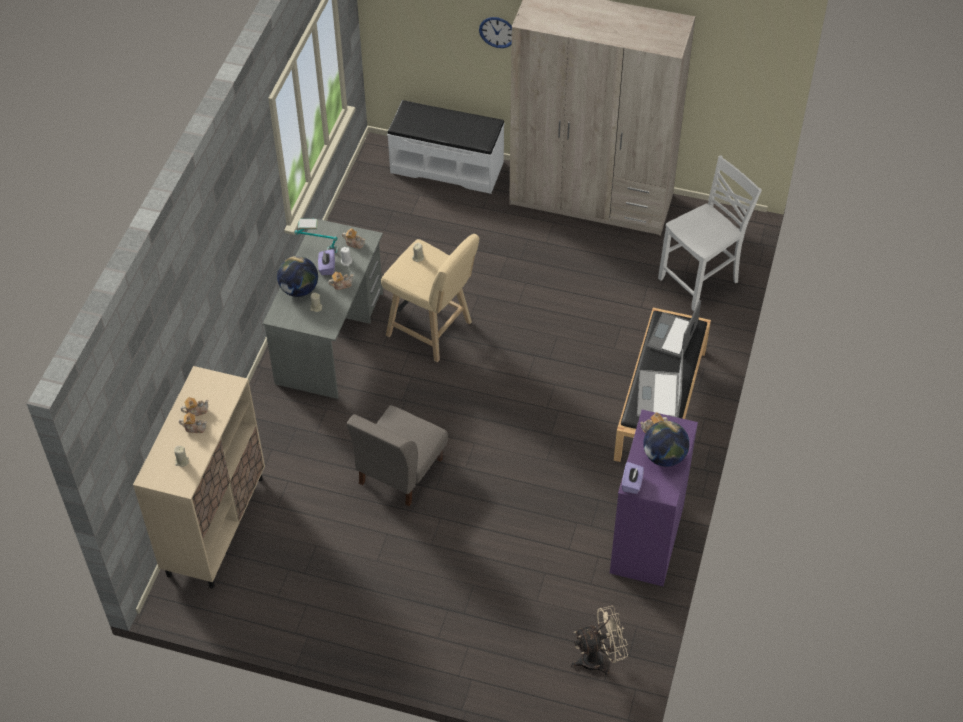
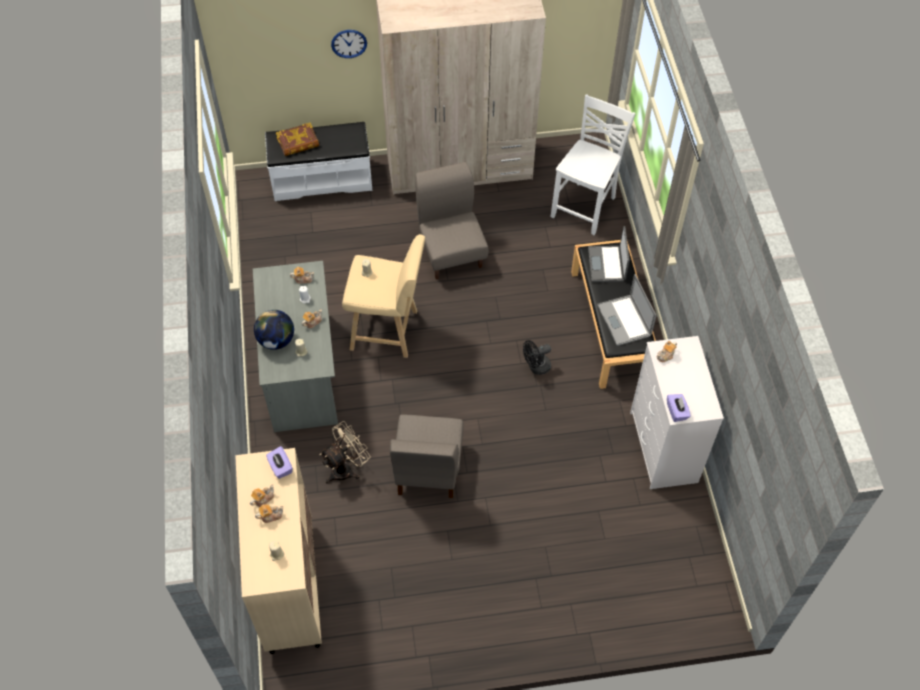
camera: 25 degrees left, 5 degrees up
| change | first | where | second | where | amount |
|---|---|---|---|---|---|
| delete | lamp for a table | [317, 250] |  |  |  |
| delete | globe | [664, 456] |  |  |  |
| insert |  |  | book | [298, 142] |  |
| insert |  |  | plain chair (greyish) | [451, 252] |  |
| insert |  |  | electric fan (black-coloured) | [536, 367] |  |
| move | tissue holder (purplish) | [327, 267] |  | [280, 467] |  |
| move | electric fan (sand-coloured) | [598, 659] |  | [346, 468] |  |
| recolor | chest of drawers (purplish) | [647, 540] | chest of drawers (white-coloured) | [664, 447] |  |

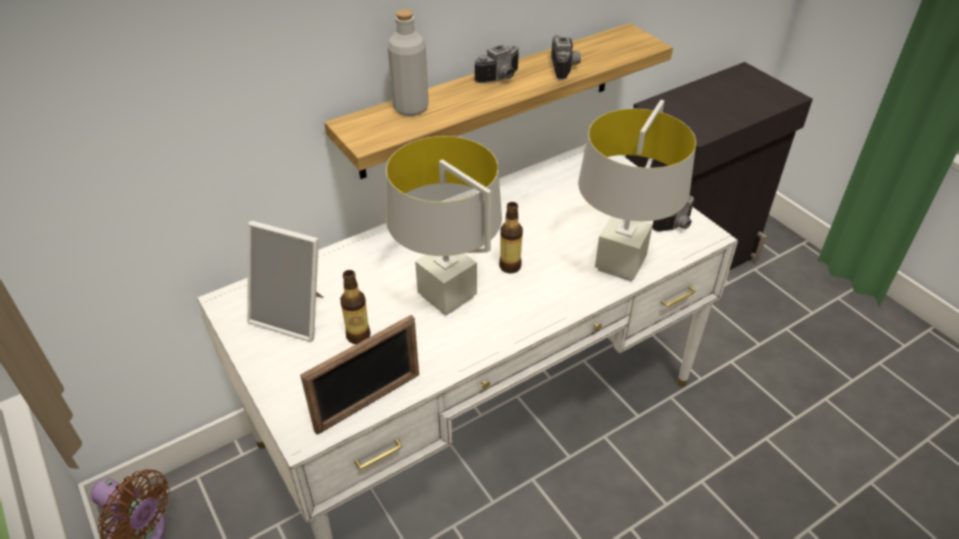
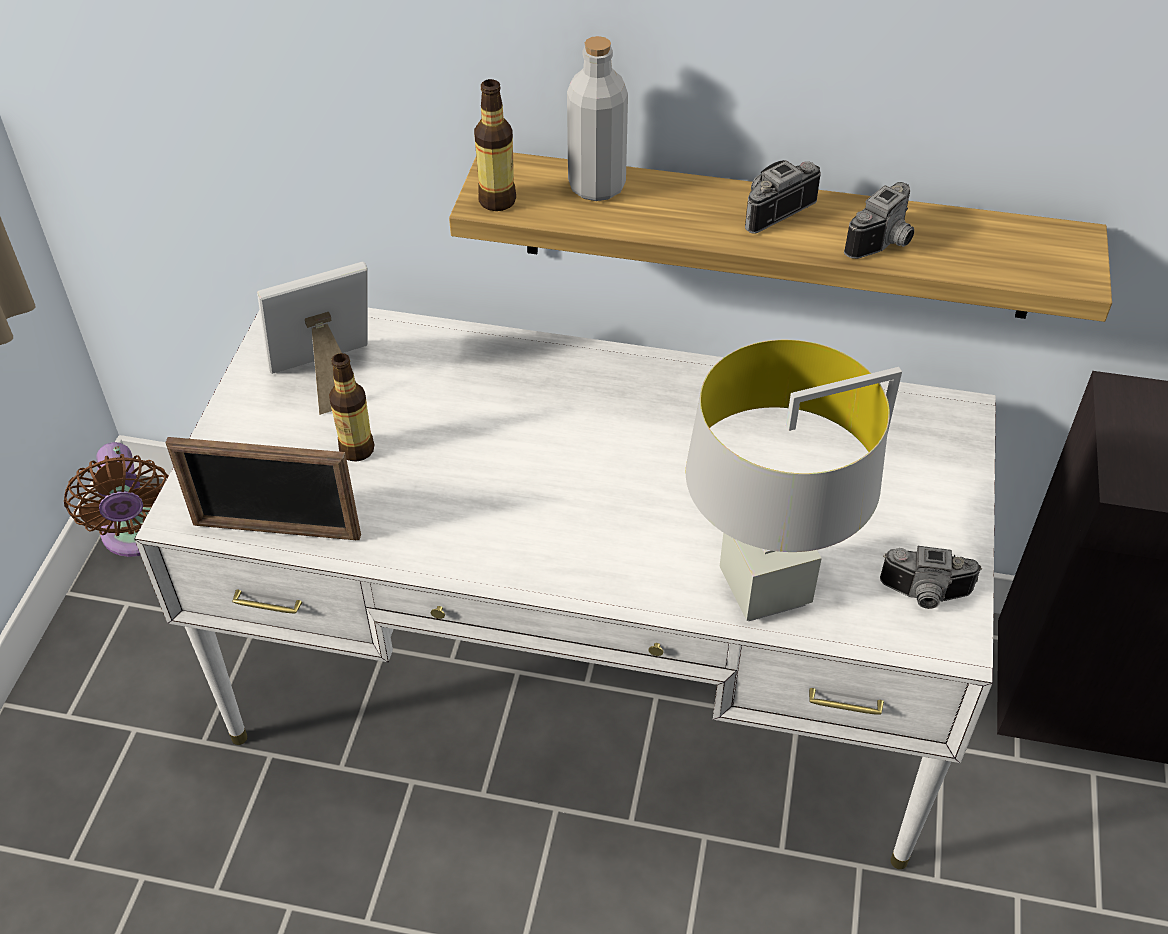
camera: 45 degrees right, 5 degrees up
| change | first | where | second | where | amount |
|---|---|---|---|---|---|
| delete | lamp for a table (greyish) | [447, 297] |  |  |  |
| move | bottle | [510, 266] |  | [497, 200] |  |
| rotate | picture frame | [294, 315] |  | [327, 379] | 90 degrees clockwise |
| rotate | still camera | [501, 78] |  | [771, 208] | 135 degrees clockwise |

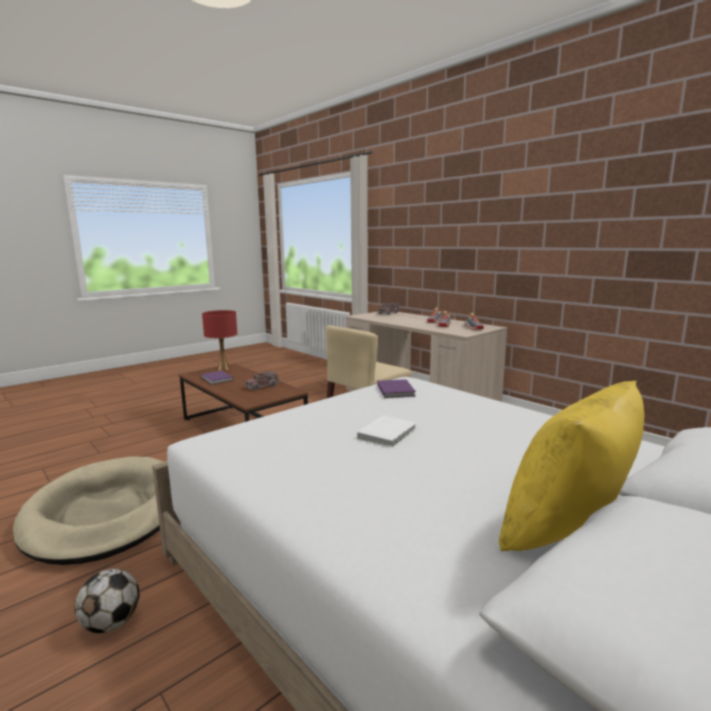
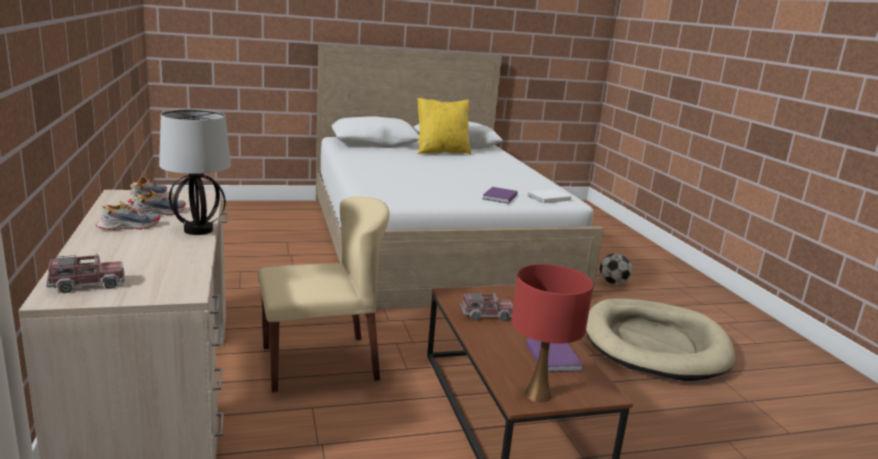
camera: 155 degrees left, 5 degrees up
| change | first | where | second | where | amount |
|---|---|---|---|---|---|
| insert |  |  | lamp for a table | [197, 230] |  |
| move | book (white-coloured) | [389, 433] |  | [547, 198] |  |
| move | book (purplish) | [396, 390] |  | [499, 197] |  |

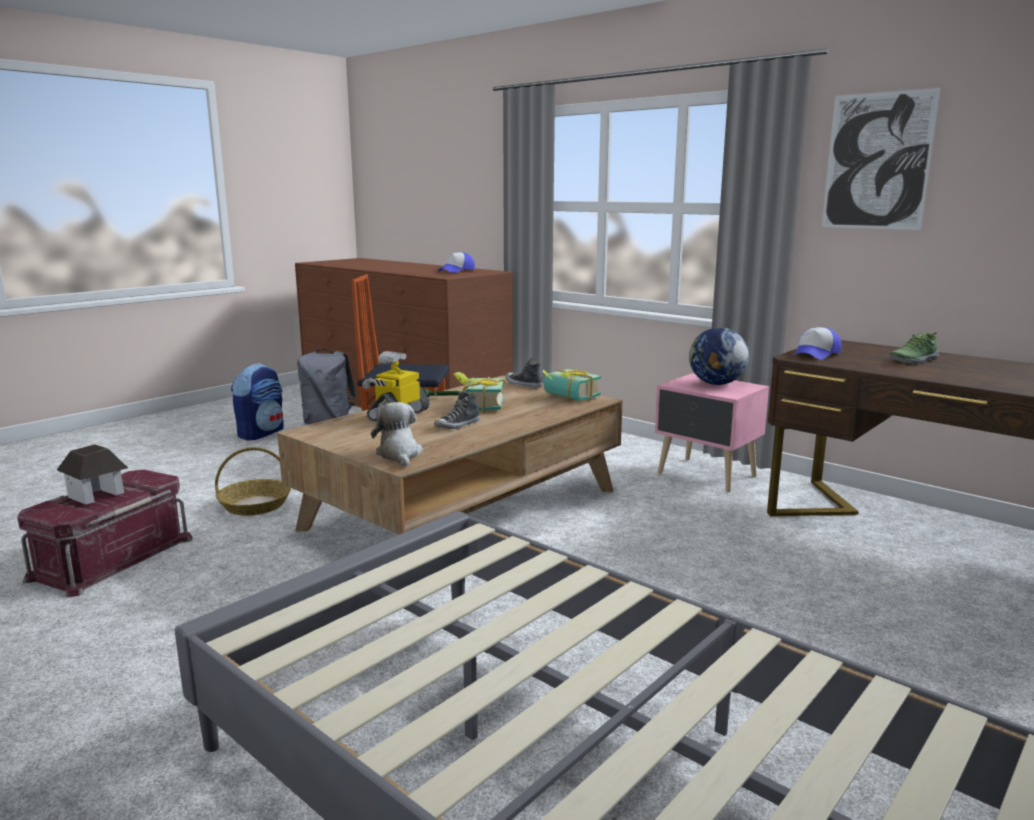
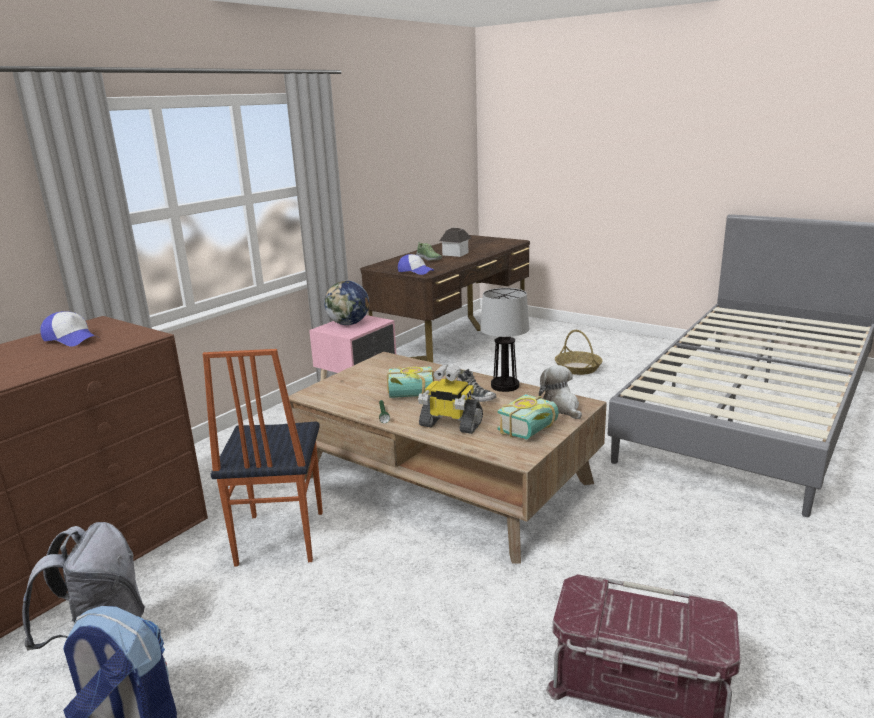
camera: 95 degrees left, 5 degrees up
| change | first | where | second | where | amount |
|---|---|---|---|---|---|
| delete | shoe | [523, 384] |  |  |  |
| delete | wall art | [877, 161] |  |  |  |
| insert |  |  | lamp for a table | [504, 386] |  |
| move | miniature house | [96, 495] |  | [455, 254] |  |
| move | household basket | [255, 505] |  | [577, 368] |  |
| move | book | [568, 398] |  | [532, 431] |  |
| rotate | plush toy | [399, 454] |  | [561, 407] | 90 degrees clockwise |

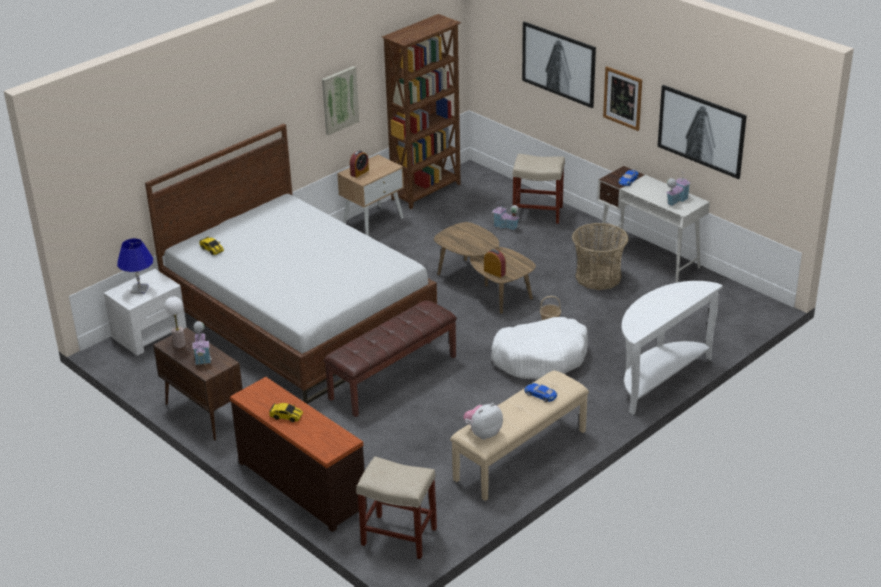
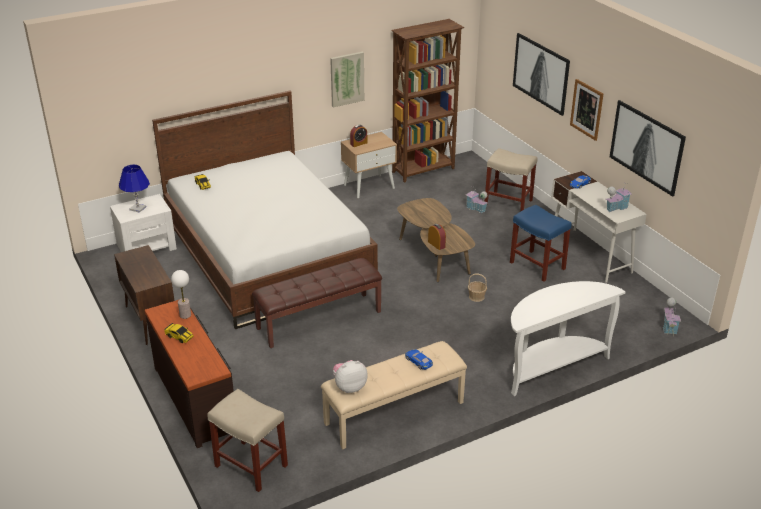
camera: 15 degrees right, 0 degrees up
| change | first | where | second | where | amount |
|---|---|---|---|---|---|
| delete | dog cushion (white-coloured) | [541, 358] |  |  |  |
| move | lamp for a table | [179, 344] |  | [185, 315] |  |
| move | miniature house | [203, 356] |  | [669, 327] |  |
| replace | household basket | [598, 277] | sitting stool (bluish) | [536, 265] |  |

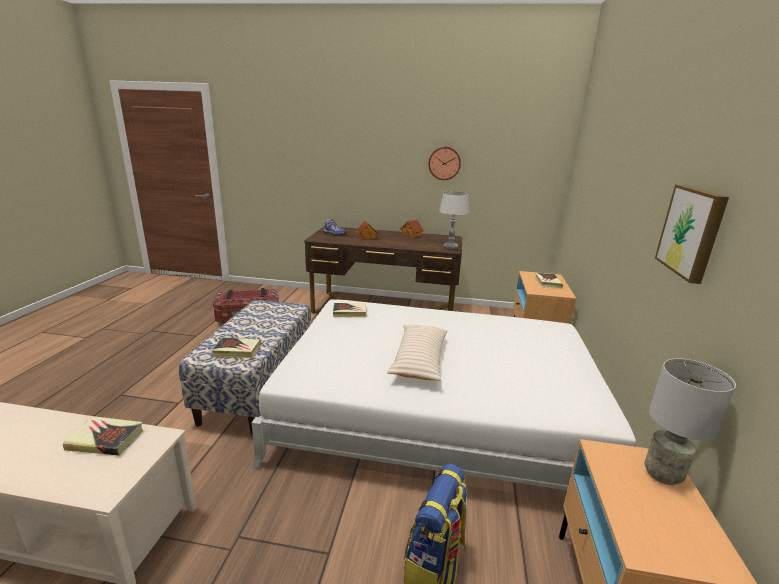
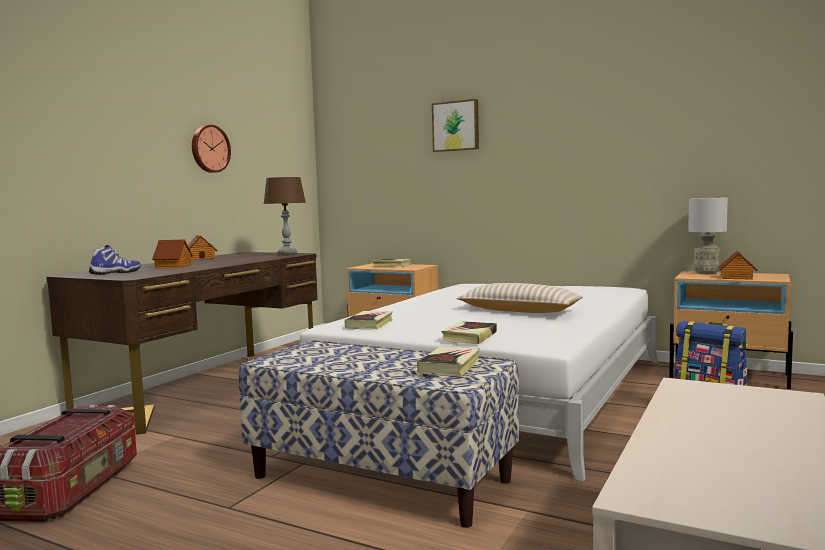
camera: 70 degrees left, 15 degrees down
| change | first | where | second | where | amount |
|---|---|---|---|---|---|
| insert |  |  | miniature house | [736, 277] |  |
| move | book | [106, 440] |  | [469, 337] |  |
| move | wall art | [692, 231] |  | [456, 126] |  |
| recolor | lamp for a table (greyish) | [450, 247] | lamp for a table (brown-coloured) | [287, 253] |  |

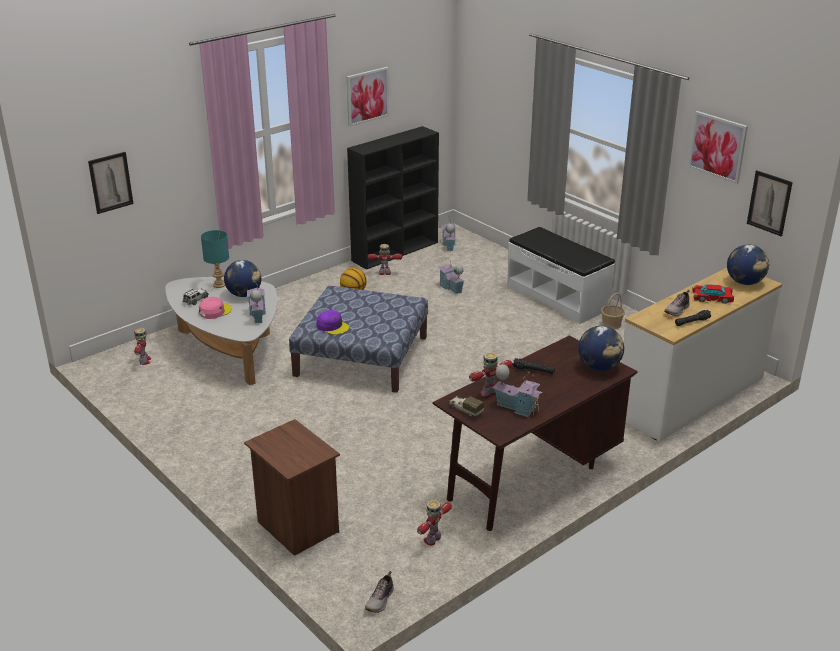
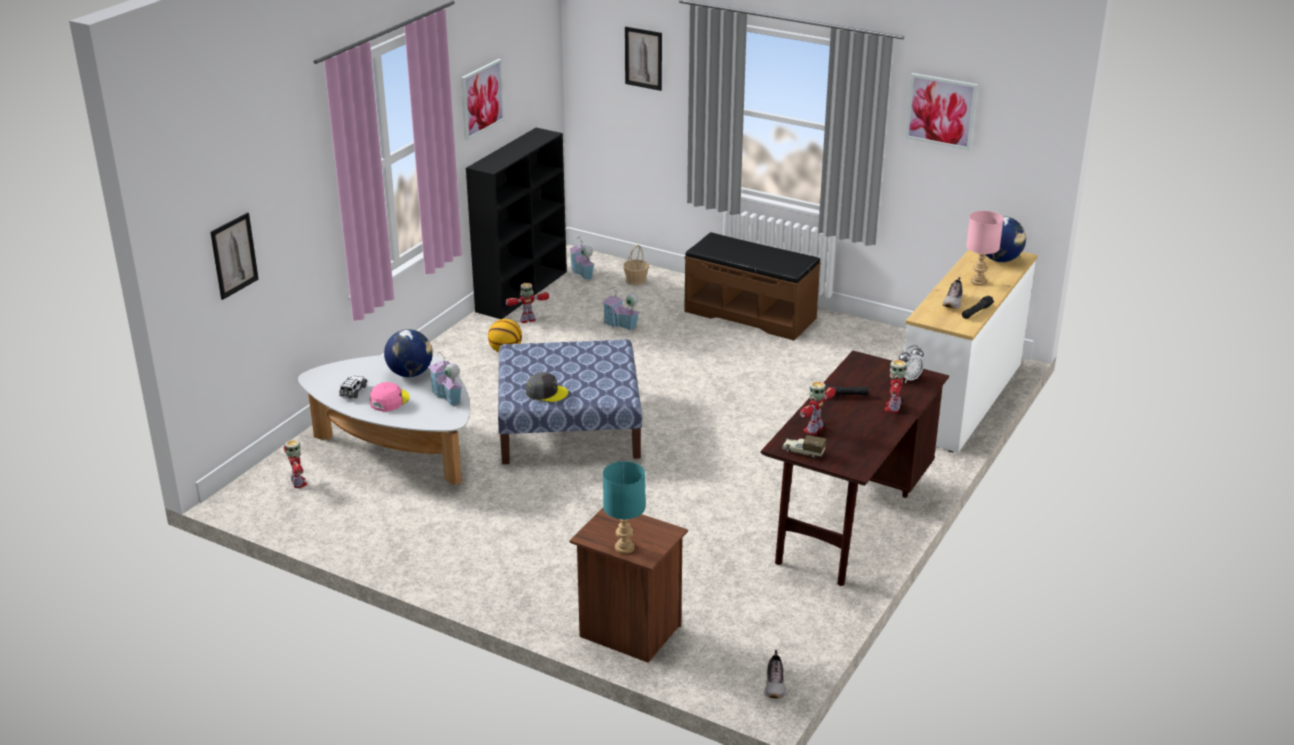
camera: 20 degrees left, 0 degrees up
| change | first | where | second | where | amount |
|---|---|---|---|---|---|
| delete | miniature house | [517, 407] |  |  |  |
| move | lamp for a table (turquoise) | [218, 285] |  | [624, 548] |  |
| move | model robot | [433, 539] |  | [893, 407] |  |
| move | household basket | [611, 324] |  | [636, 280] |  |
| move | wall art | [769, 203] |  | [643, 58] |  |
| replace | globe | [599, 367] | bedside clock | [908, 378] |  |
| replace | toy car | [712, 298] | lamp for a table (pink) | [979, 282] |  |
| recolor | baseball cap (purplish) | [332, 326] | baseball cap (greyish) | [546, 392] |  |
| recolor | indoor bench (white-coloured) | [558, 297] | indoor bench (brown-coloured) | [750, 314] |  |

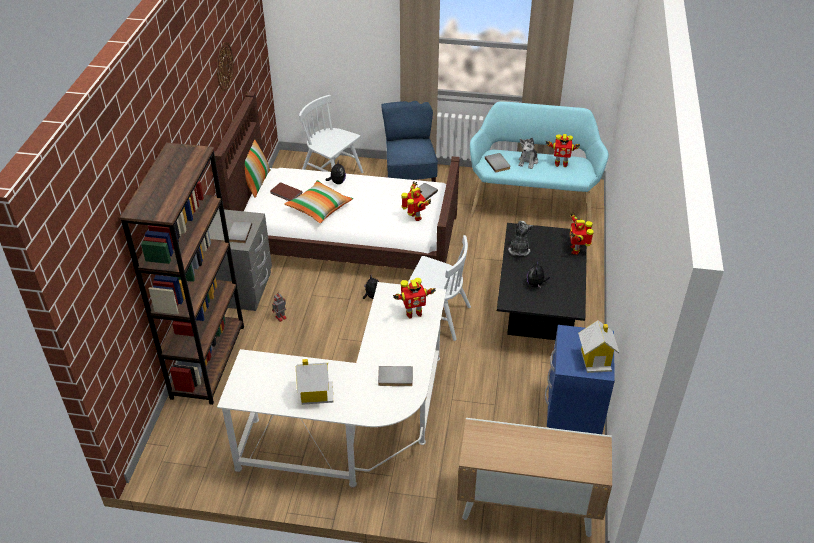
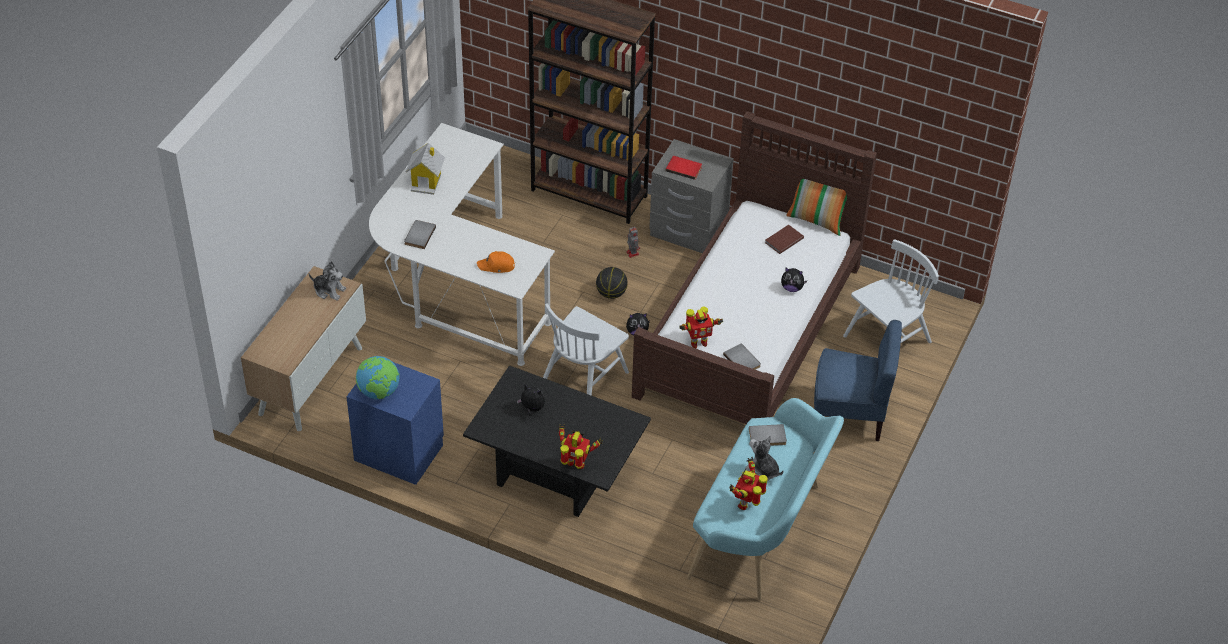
camera: 105 degrees right, 5 degrees up
| change | first | where | second | where | amount |
|---|---|---|---|---|---|
| delete | wall clock | [224, 66] |  |  |  |
| delete | throw pillow | [319, 208] |  |  |  |
| insert |  |  | ball for basketball | [611, 293] |  |
| move | plush toy | [519, 250] |  | [329, 290] |  |
| replace | model robot | [413, 313] | baseball cap (orangey) | [496, 266] |  |
| replace | miniature house | [596, 359] | globe | [379, 392] |  |
| recolor | book (greyish) | [238, 233] | book (reddish) | [684, 168] |  |

